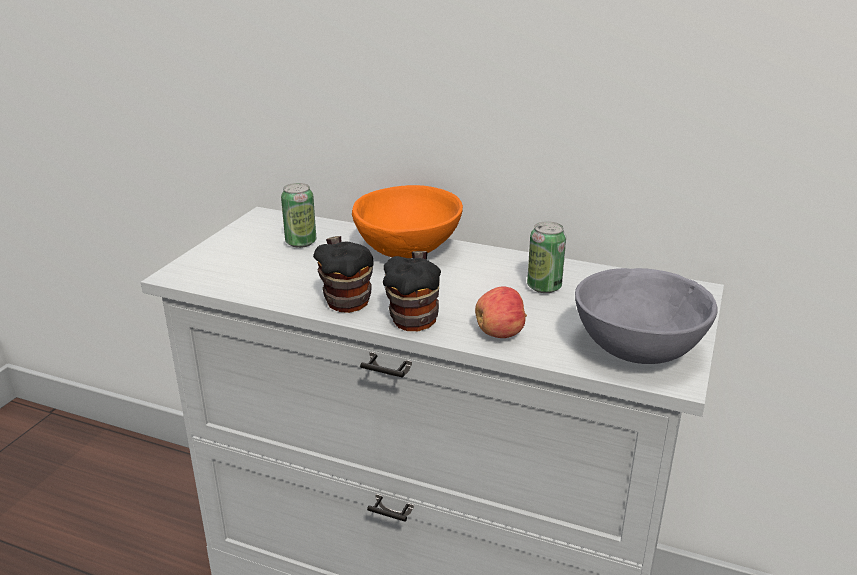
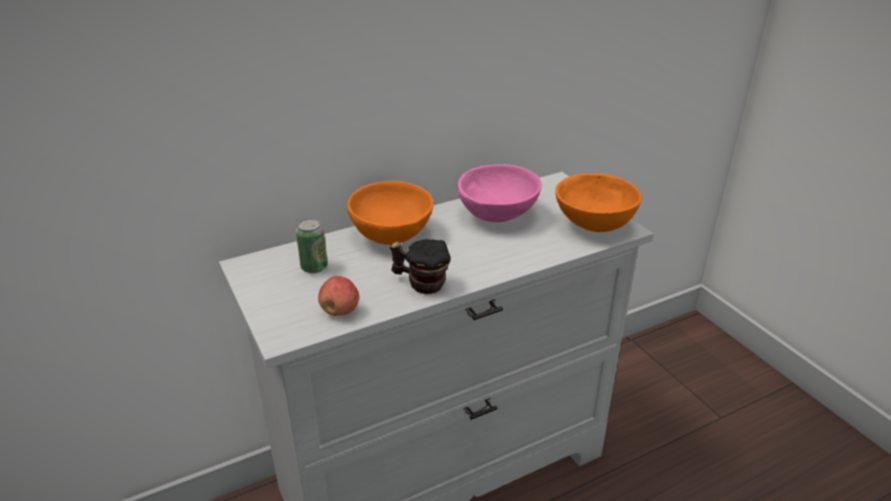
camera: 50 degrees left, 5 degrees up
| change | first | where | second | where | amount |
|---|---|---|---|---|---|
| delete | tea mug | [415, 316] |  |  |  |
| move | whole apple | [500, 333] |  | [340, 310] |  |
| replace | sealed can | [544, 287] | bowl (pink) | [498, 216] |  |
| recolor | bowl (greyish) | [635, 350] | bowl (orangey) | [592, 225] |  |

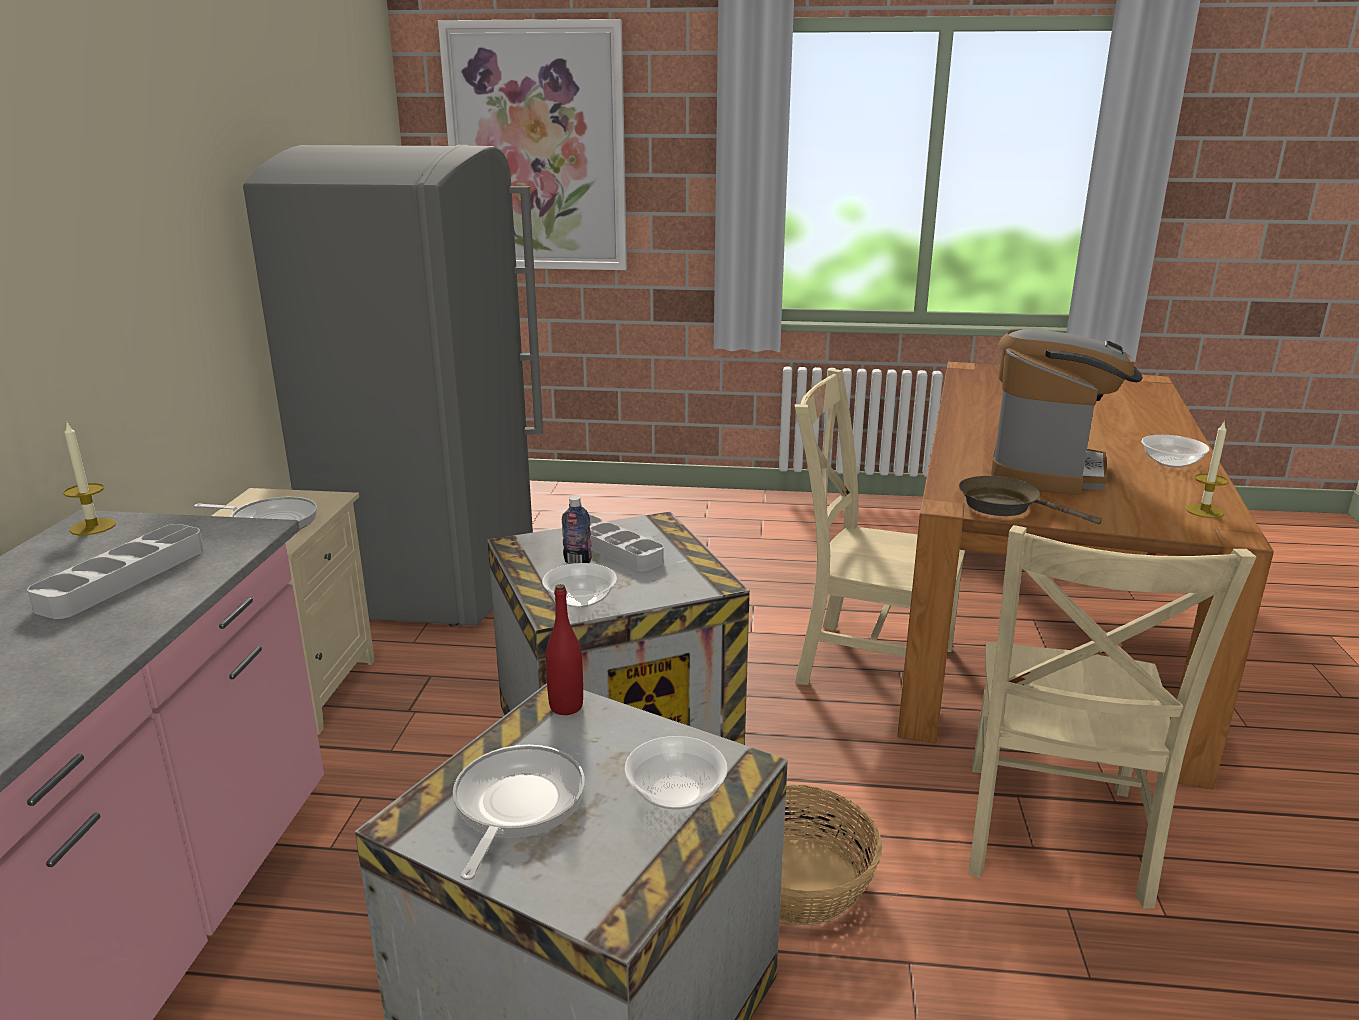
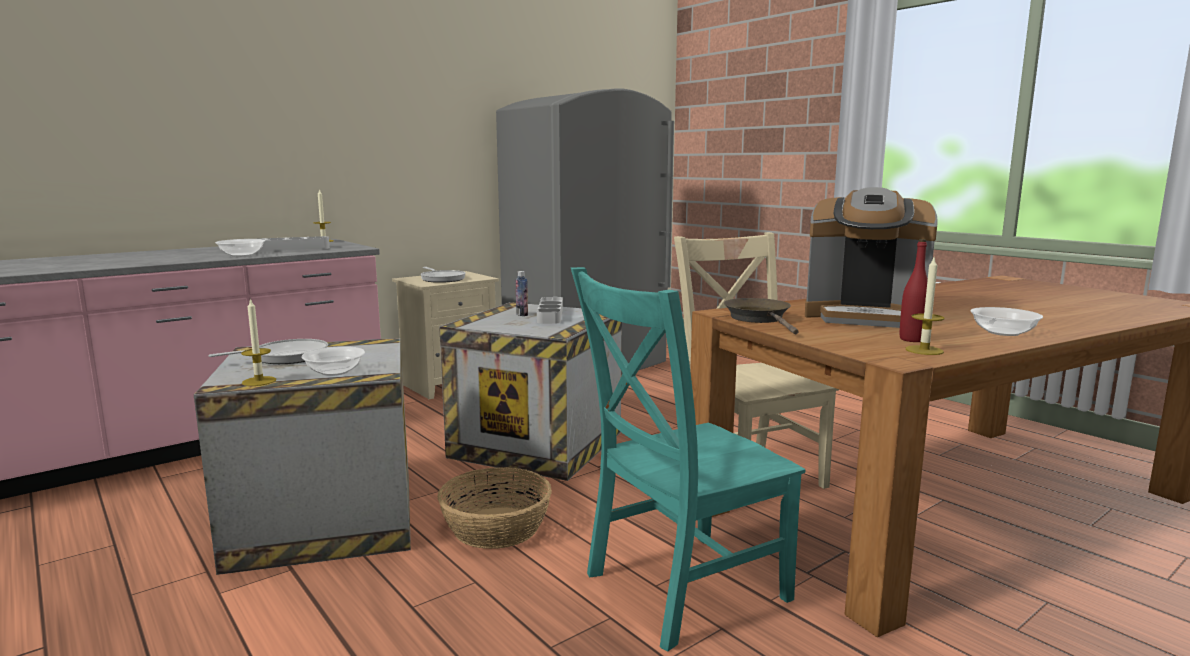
camera: 45 degrees right, 10 degrees down
| change | first | where | second | where | amount |
|---|---|---|---|---|---|
| delete | wall art | [537, 149] |  |  |  |
| insert |  |  | candle | [259, 381] |  |
| move | bowl | [581, 600] |  | [242, 255] |  |
| move | bottle (reddish) | [566, 706] |  | [912, 339] |  |
| recolor | plain chair (sand-coloured) | [1052, 837] | plain chair (turquoise) | [679, 589] |  |
| rotate | coffee machine | [1049, 470] |  | [864, 316] | 45 degrees clockwise |

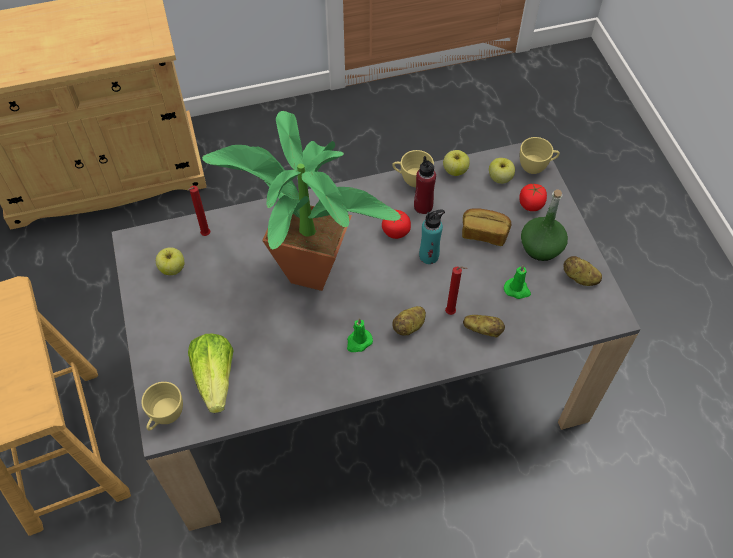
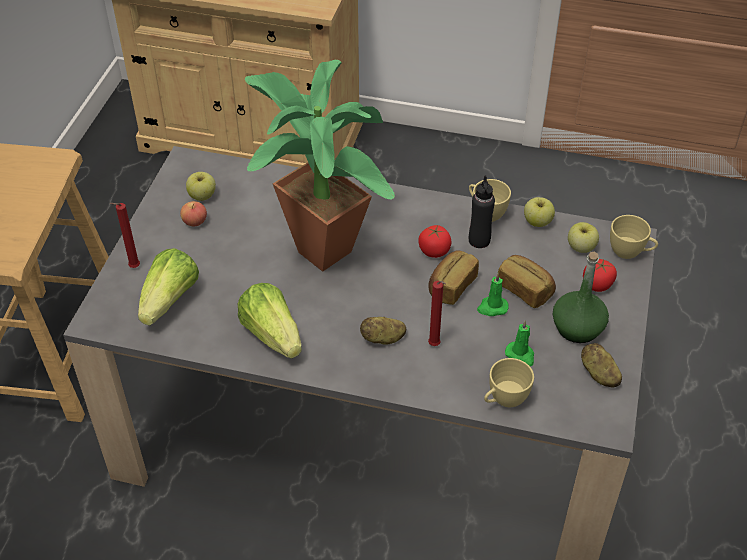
camera: 30 degrees right, 10 degrees down
| change | first | where | second | where | amount |
|---|---|---|---|---|---|
| delete | spud | [482, 330] |  |  |  |
| insert |  |  | whole apple | [195, 222] |  |
| insert |  |  | lettuce | [272, 334] |  |
| move | small cup (yellow) | [165, 417] |  | [504, 400] |  |
| move | candle (reddish) | [205, 235] |  | [133, 268] |  |
| move | candle (greenish) | [358, 342] |  | [492, 307] |  |
| replace | bottle (turquoise) | [429, 256] | baked bread | [451, 286] |  |
| recolor | bottle (reddish) | [423, 206] | bottle (black-coloured) | [479, 240] |  |

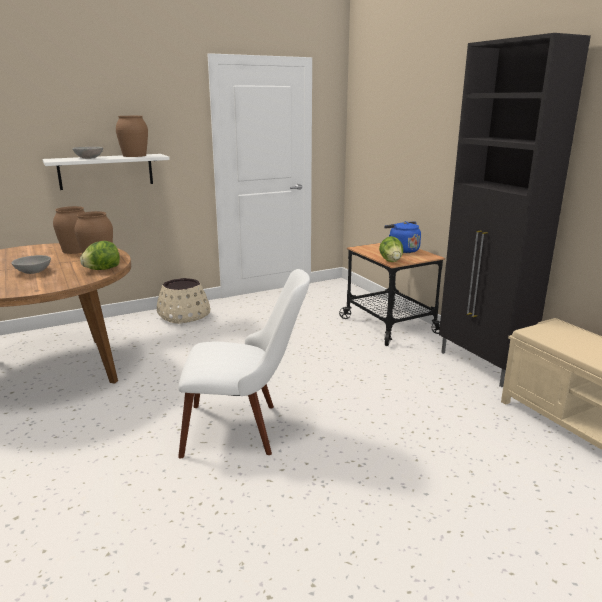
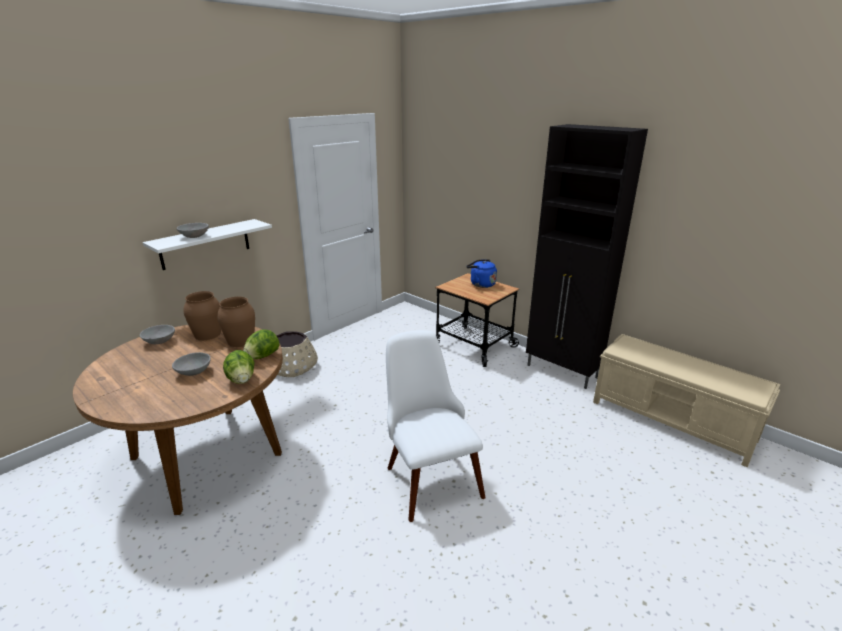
camera: 20 degrees left, 5 degrees up
| change | first | where | second | where | amount |
|---|---|---|---|---|---|
| delete | flower vase (brown-coloured) | [134, 155] |  |  |  |
| insert |  |  | bowl (greyish) | [159, 341] |  |
| move | lettuce | [391, 261] |  | [241, 380] |  |
| rotate | plain chair (white-coloured) | [245, 428] |  | [428, 473] | 90 degrees counterclockwise |

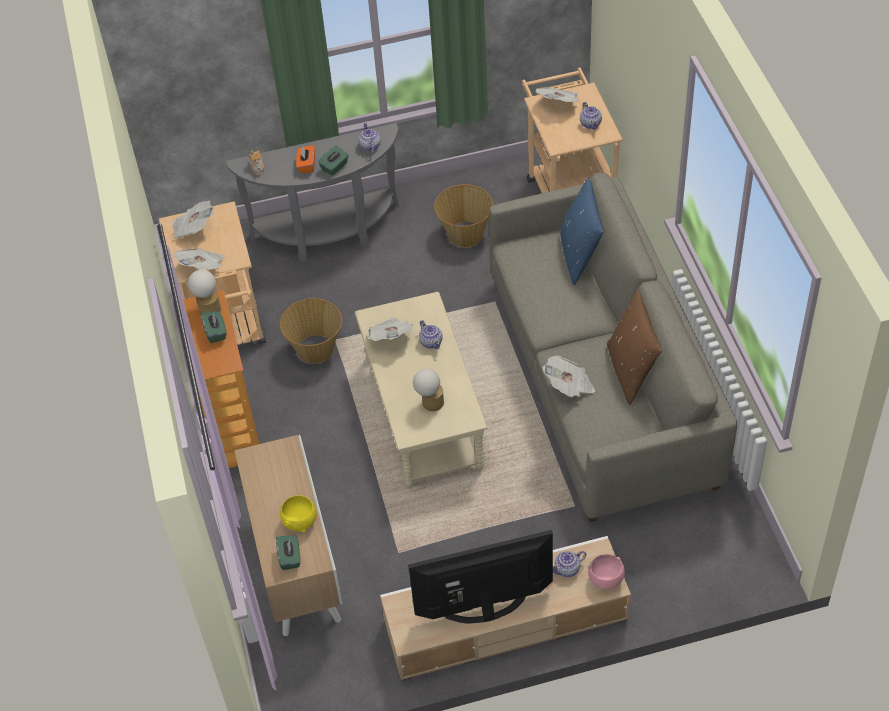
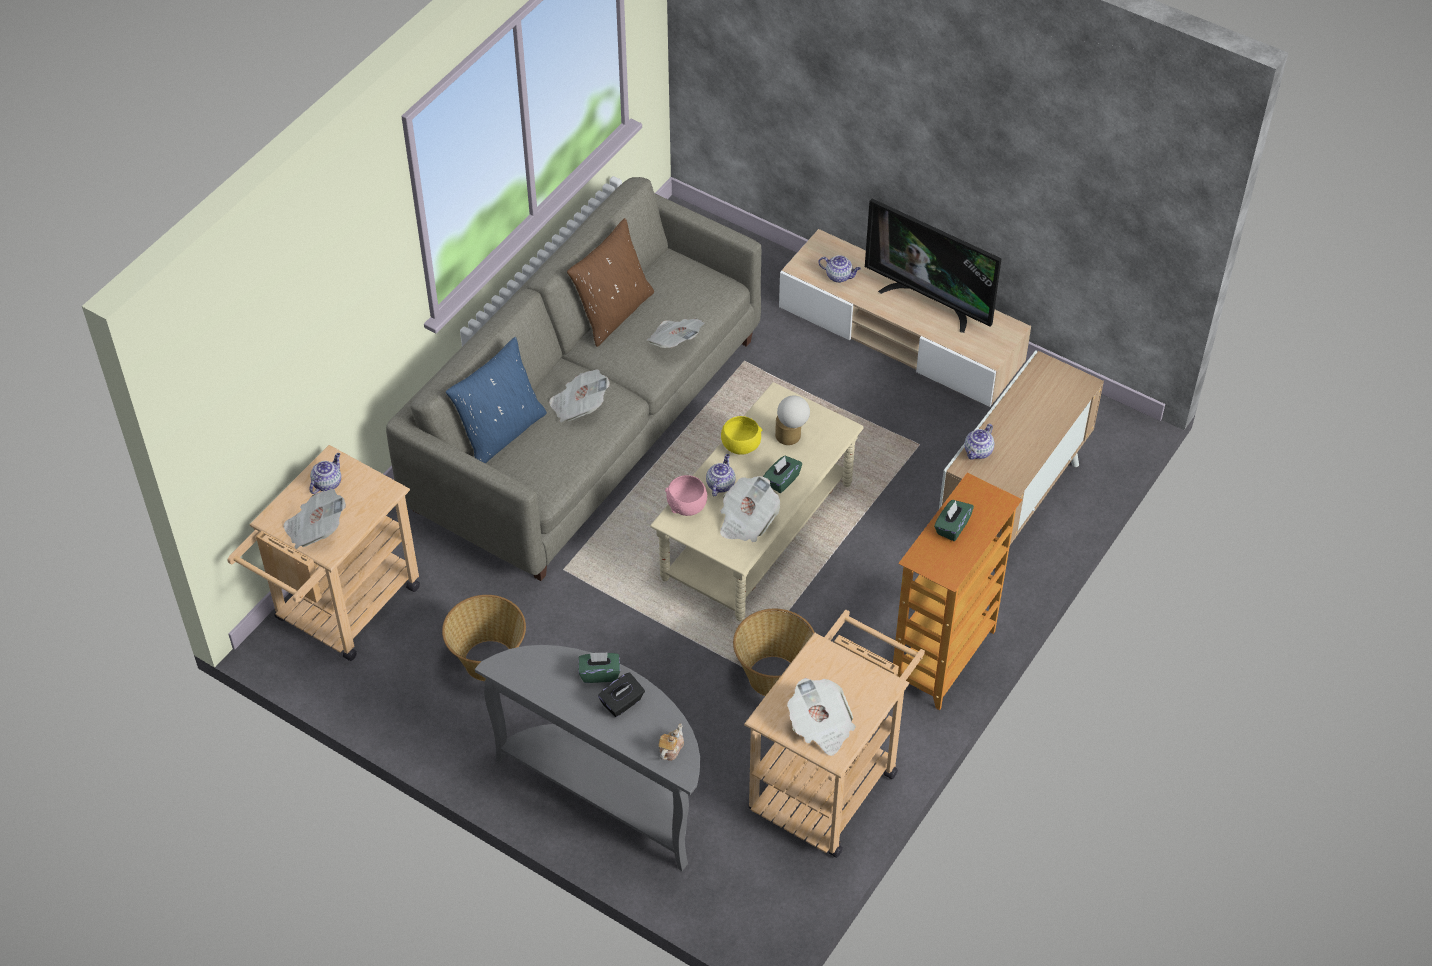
camera: 135 degrees left, 0 degrees up
| change | first | where | second | where | amount |
|---|---|---|---|---|---|
| delete | lamp for a table | [208, 307] |  |  |  |
| move | daily paper | [203, 267] |  | [579, 406] |  |
| move | tissue holder (greenish) | [290, 558] |  | [781, 480] |  |
| move | bowl (yellow) | [300, 521] |  | [740, 446] |  |
| move | teapot | [369, 146] |  | [978, 452] |  |
| move | bowl (pink) | [605, 580] |  | [687, 506] |  |
| recolor | tissue holder (orangey) | [307, 165] | tissue holder (black-coloured) | [622, 703] |  |

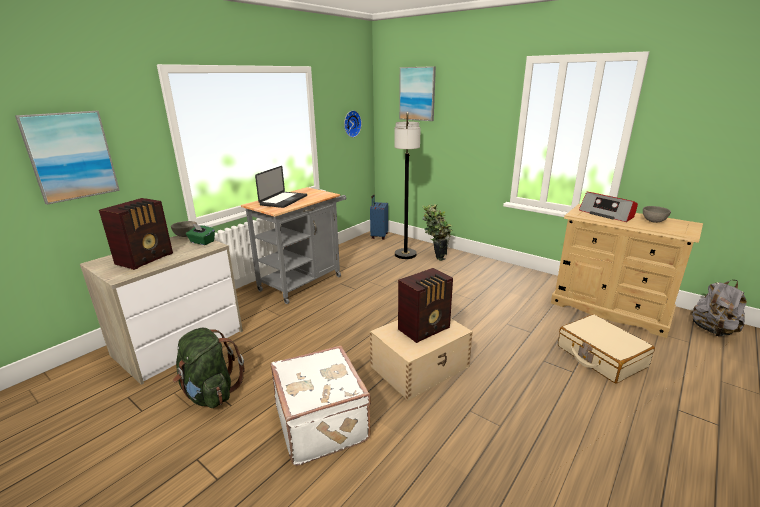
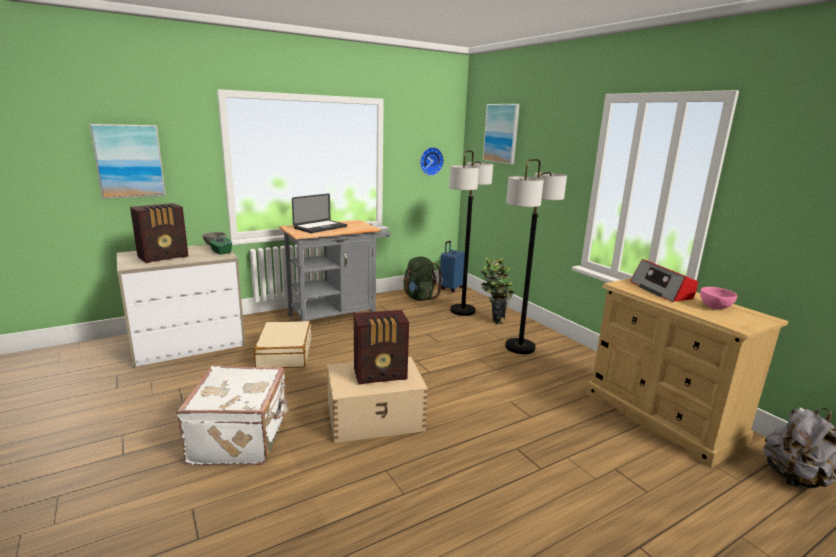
camera: 20 degrees right, 5 degrees down
| change | first | where | second | where | amount |
|---|---|---|---|---|---|
| insert |  |  | standard lamp | [520, 347] |  |
| move | rucksack (greenish) | [210, 393] |  | [419, 298] |  |
| move | travel case (sand-coloured) | [600, 356] |  | [284, 354] |  |
| recolor | bowl (greyish) | [653, 221] | bowl (pink) | [714, 307] |  |

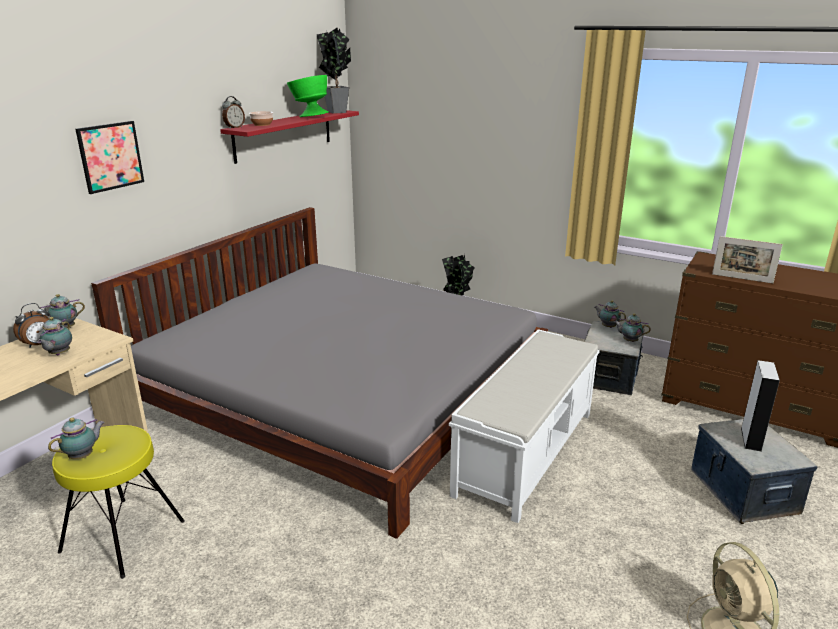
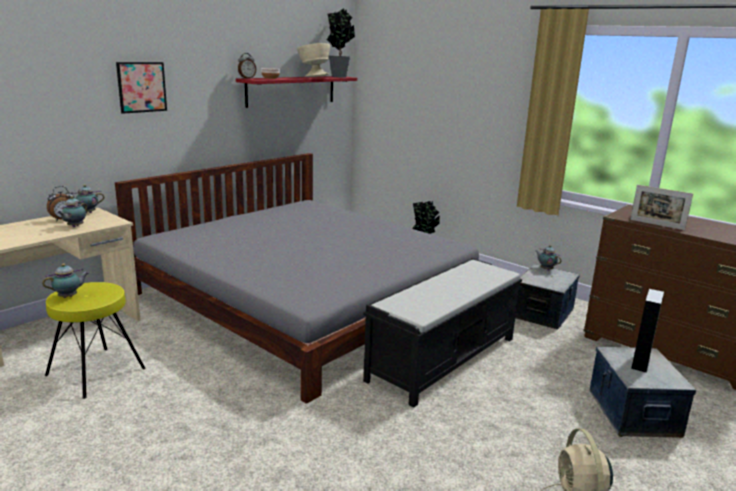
camera: 10 degrees right, 5 degrees down
| change | first | where | second | where | amount |
|---|---|---|---|---|---|
| delete | teapot | [629, 341] |  |  |  |
| recolor | bowl (greenish) | [309, 117] | bowl (sand-coloured) | [313, 77] |  |
| recolor | indoor bench (white-coloured) | [526, 451] | indoor bench (black-coloured) | [444, 358] |  |

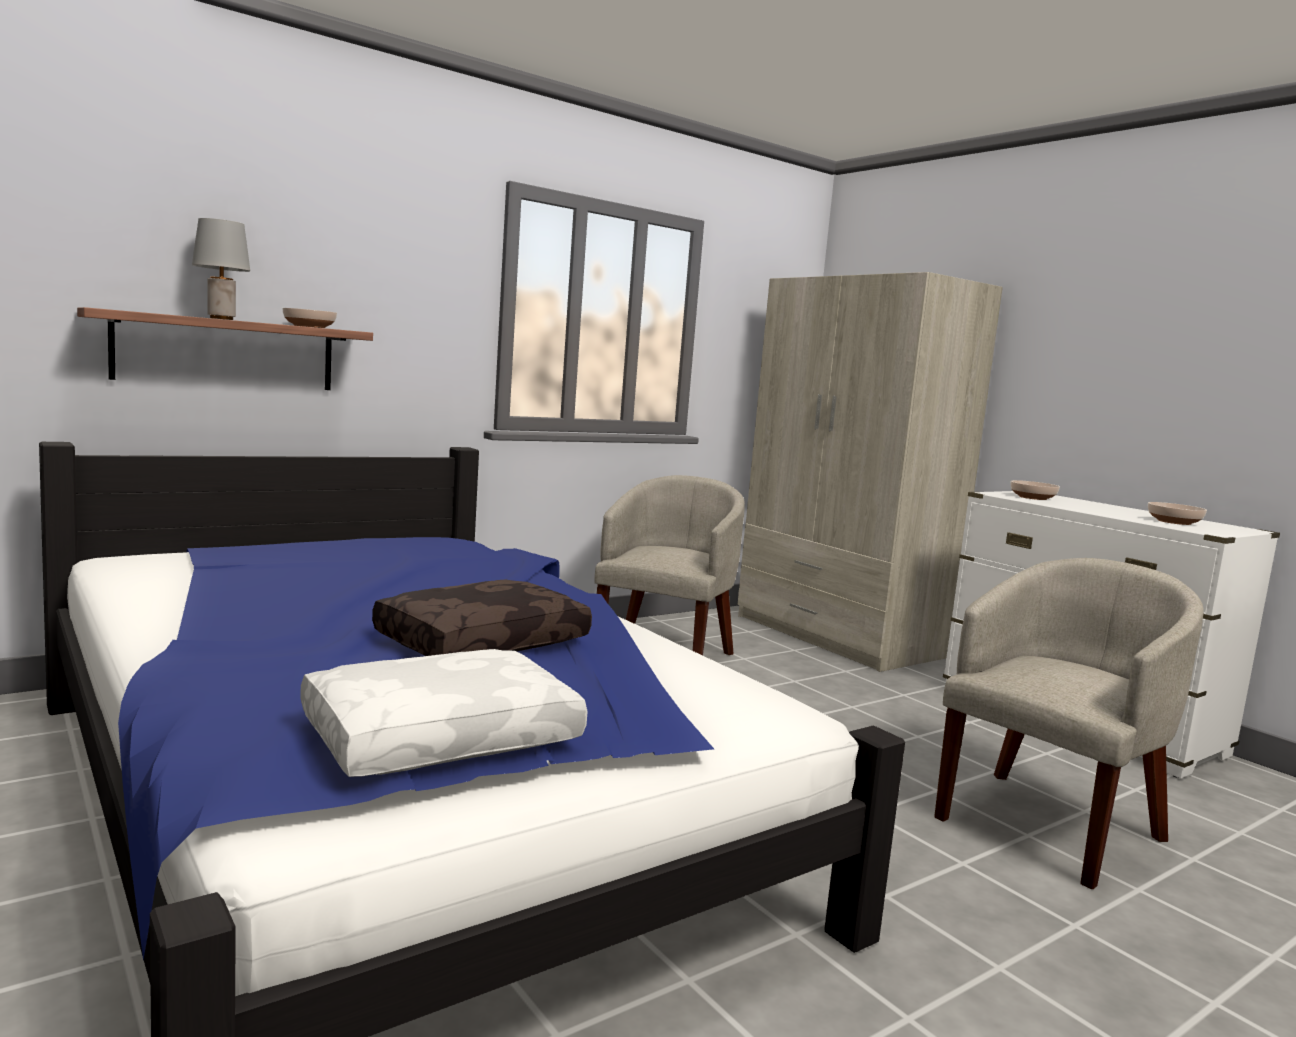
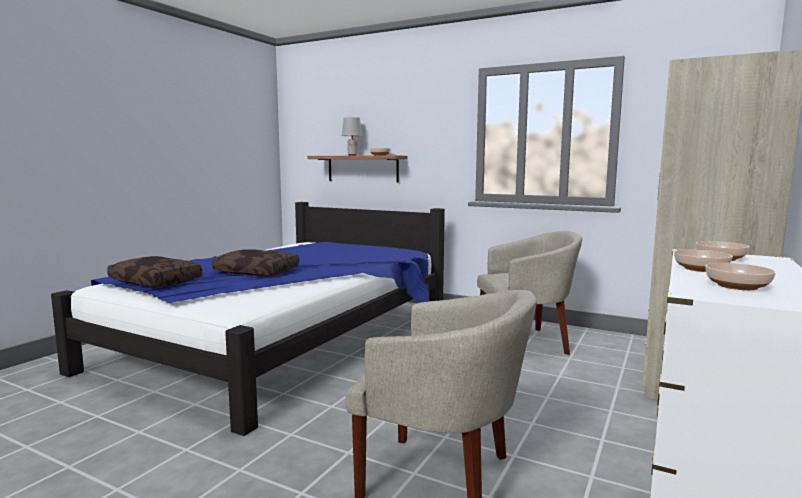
camera: 65 degrees right, 0 degrees up
| change | first | where | second | where | amount |
|---|---|---|---|---|---|
| insert |  |  | bowl | [700, 269] |  |
| recolor | throw pillow (white-coloured) | [442, 736] | throw pillow (brown-coloured) | [157, 281] |  |

